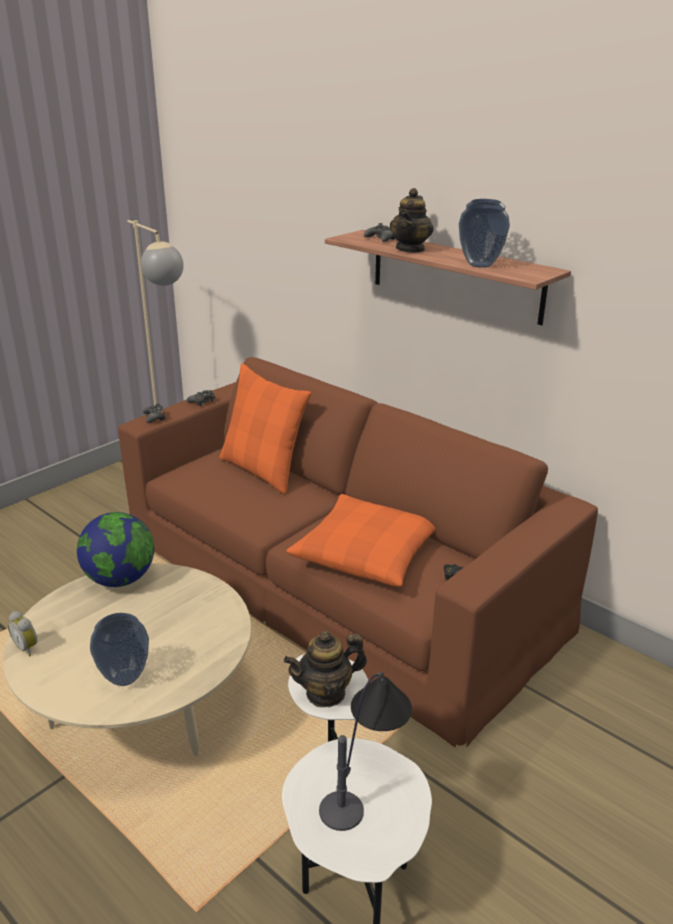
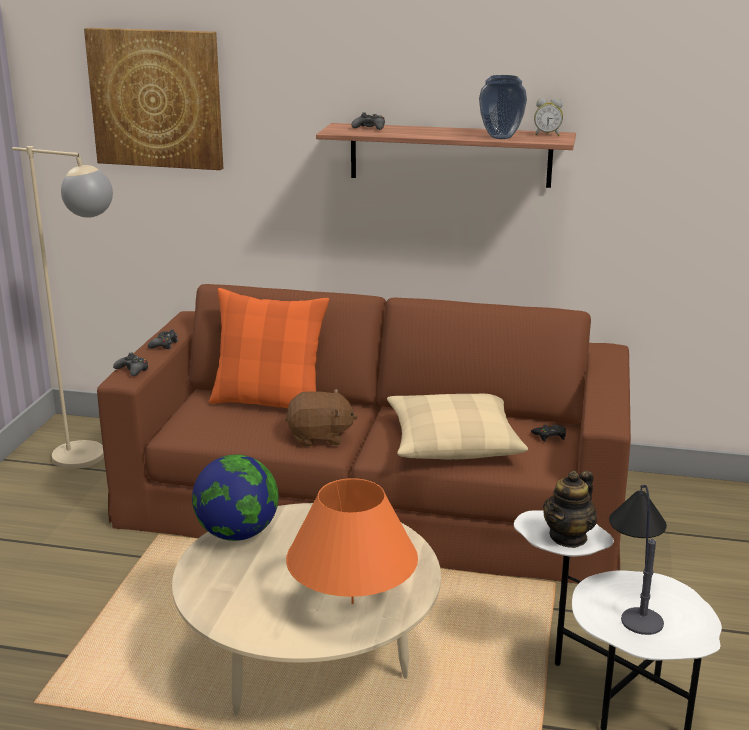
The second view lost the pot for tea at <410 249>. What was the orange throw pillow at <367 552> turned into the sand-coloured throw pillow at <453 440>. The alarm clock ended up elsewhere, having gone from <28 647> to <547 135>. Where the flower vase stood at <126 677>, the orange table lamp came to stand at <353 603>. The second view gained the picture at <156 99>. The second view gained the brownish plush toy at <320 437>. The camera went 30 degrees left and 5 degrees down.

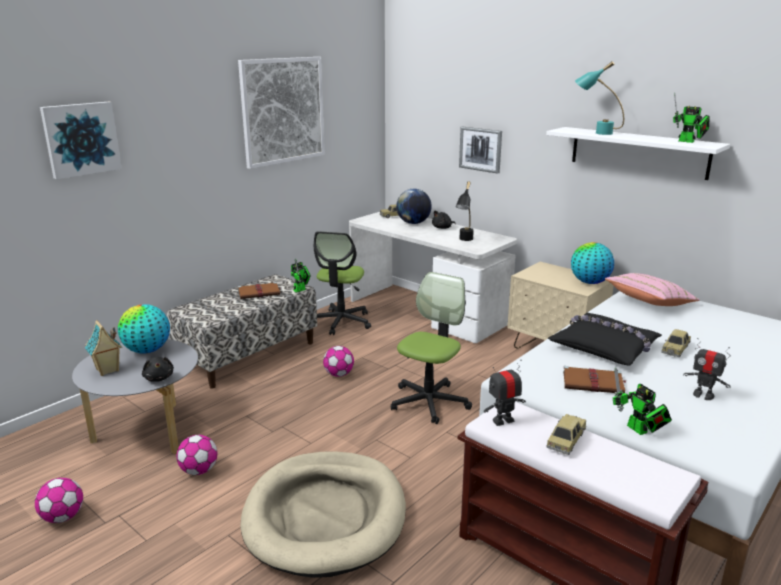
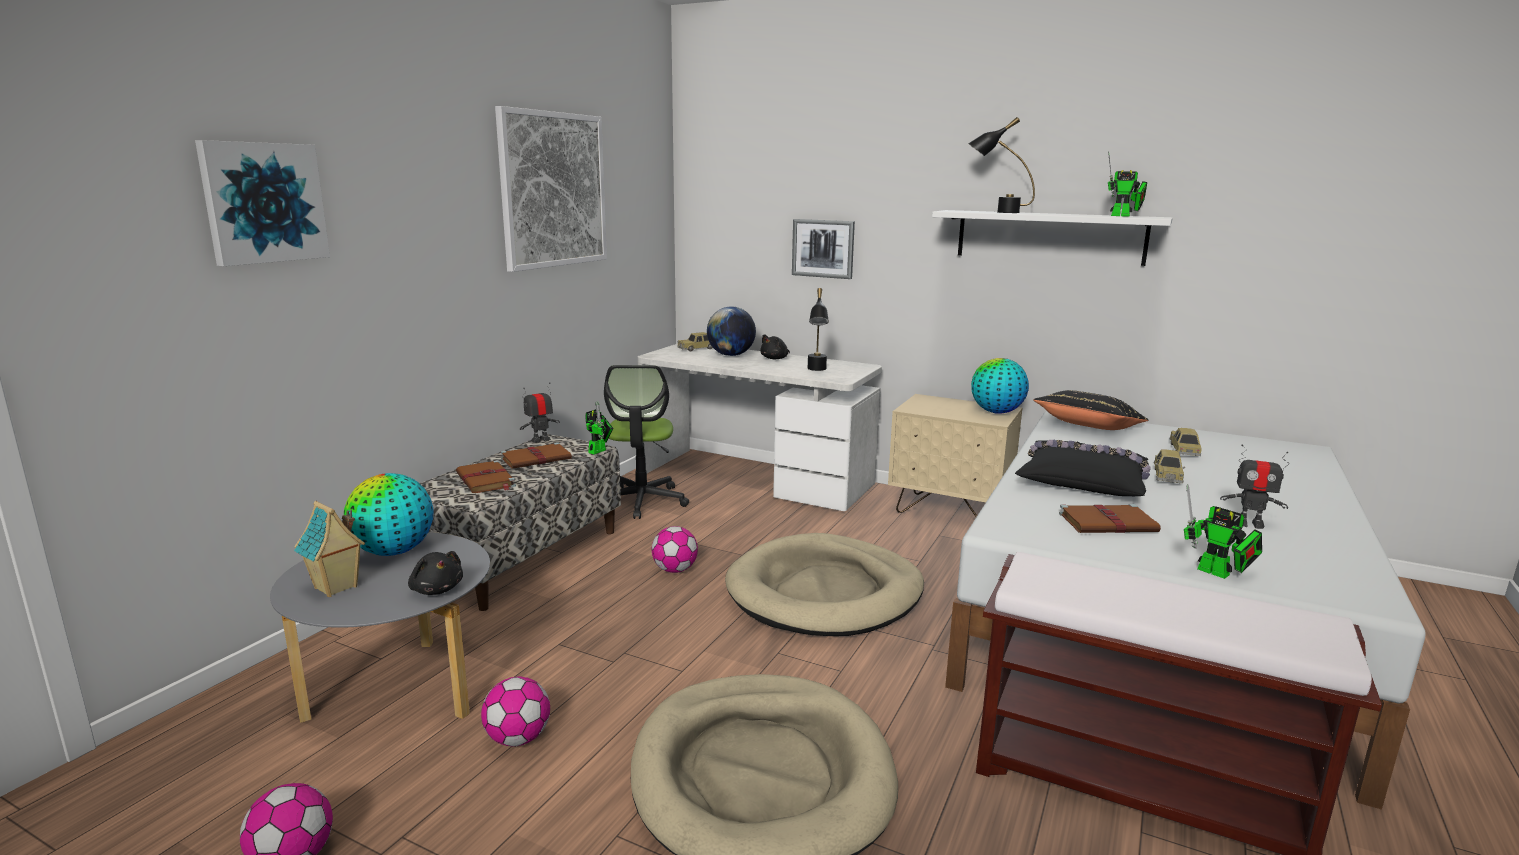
What was the turquoise-coloured table lamp at <595 133> turned into the black table lamp at <997 212>. Where the desk chair stood at <429 402>, the sand-coloured dog cushion came to stand at <825 592>. What was the pink throw pillow at <649 303> turned into the black throw pillow at <1088 428>. The model robot ended up elsewhere, having gone from <503 420> to <540 440>. The model car ended up elsewhere, having gone from <566 440> to <1184 450>. The second view gained the brownish volume at <486 480>. The camera went 15 degrees left and 5 degrees down.

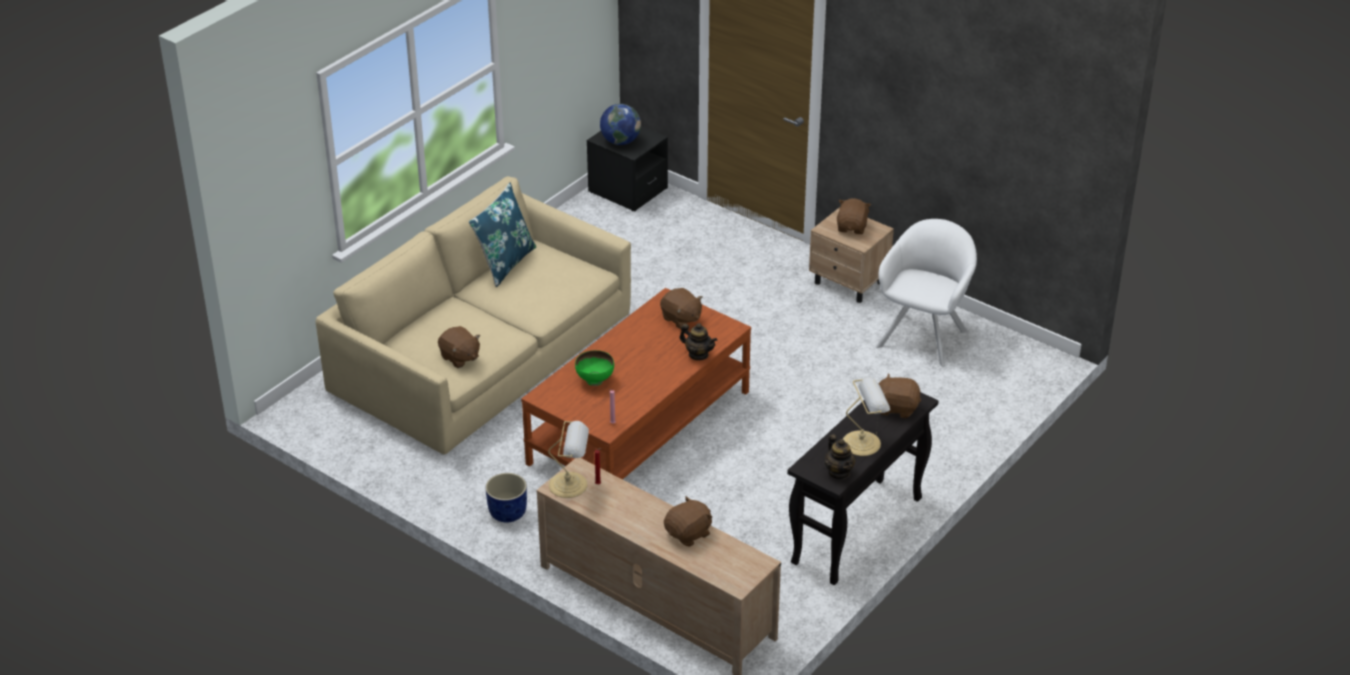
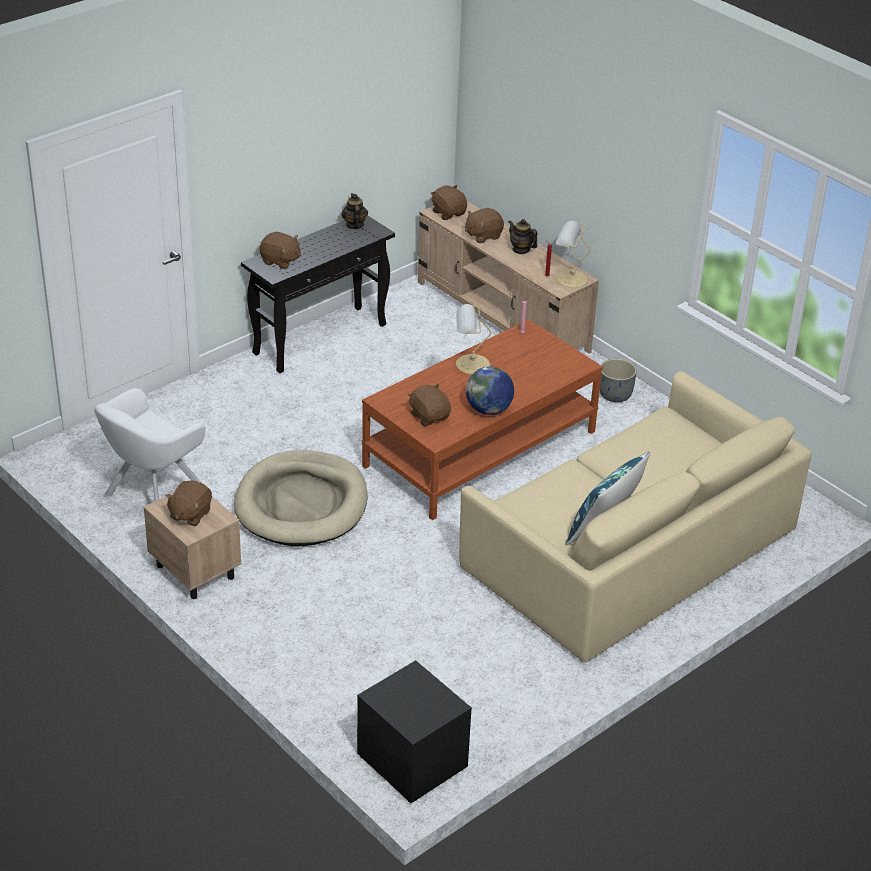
The desk globe ended up elsewhere, having gone from <620 141> to <488 410>. The pot for tea ended up elsewhere, having gone from <698 355> to <521 249>. The brownish plush toy ended up elsewhere, having gone from <459 358> to <448 213>. The second view lost the green deep dish at <595 380>. The table lamp ended up elsewhere, having gone from <863 442> to <470 364>. What was the bluish plant pot at <507 513> turned into the gray plant pot at <615 395>. The second view gained the sand-coloured dog cushion at <301 504>. The camera went 170 degrees left and 0 degrees up.

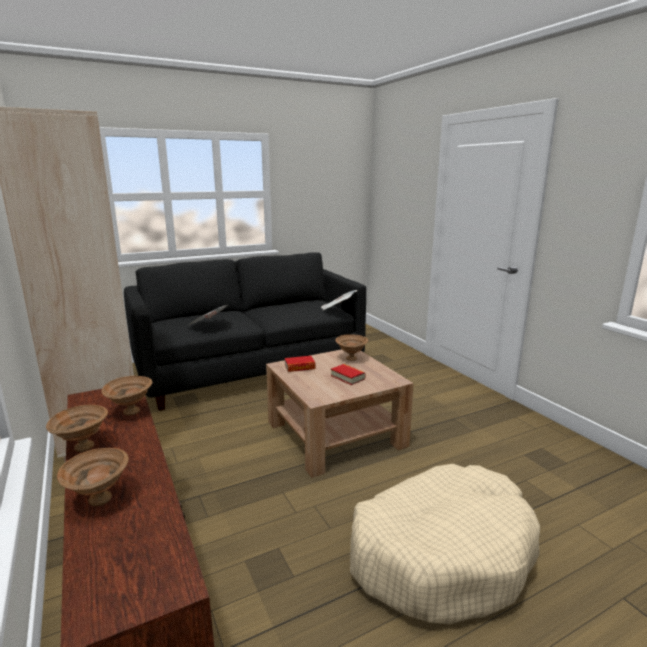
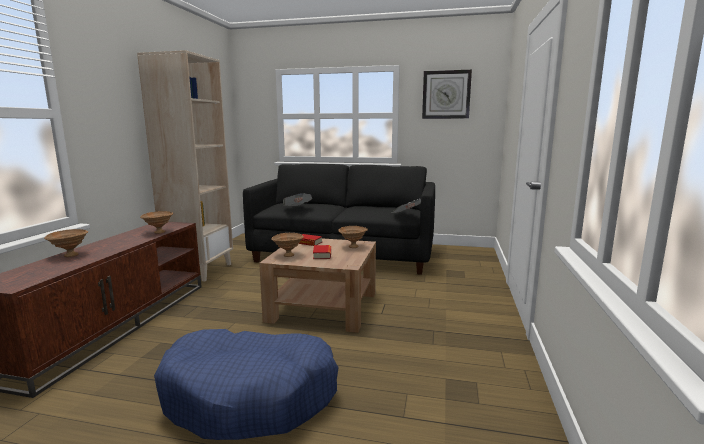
The brownish deep dish ended up elsewhere, having gone from <83 447> to <288 255>. What was the sand-coloured dog cushion at <440 553> turned into the bluish dog cushion at <251 395>. The second view gained the hanging clock at <446 94>. The camera went 40 degrees right and 5 degrees down.

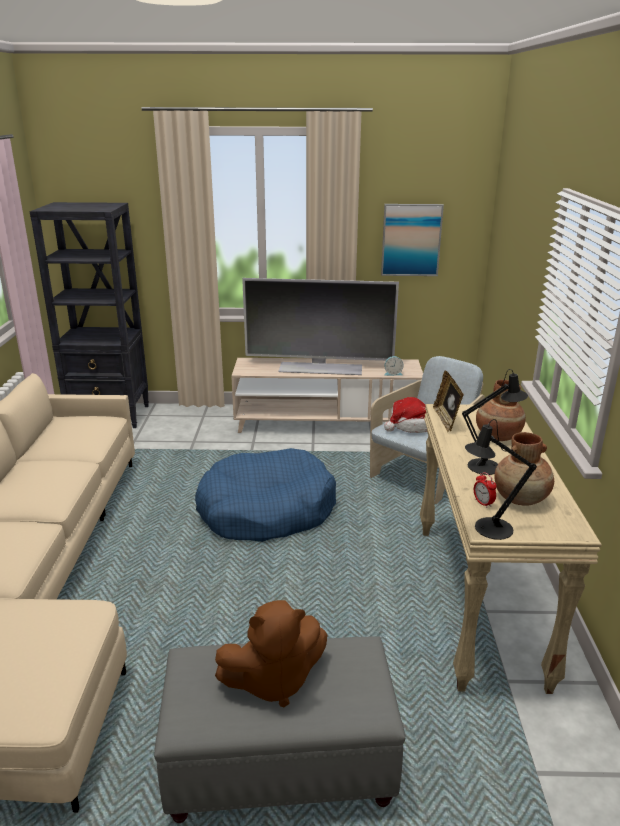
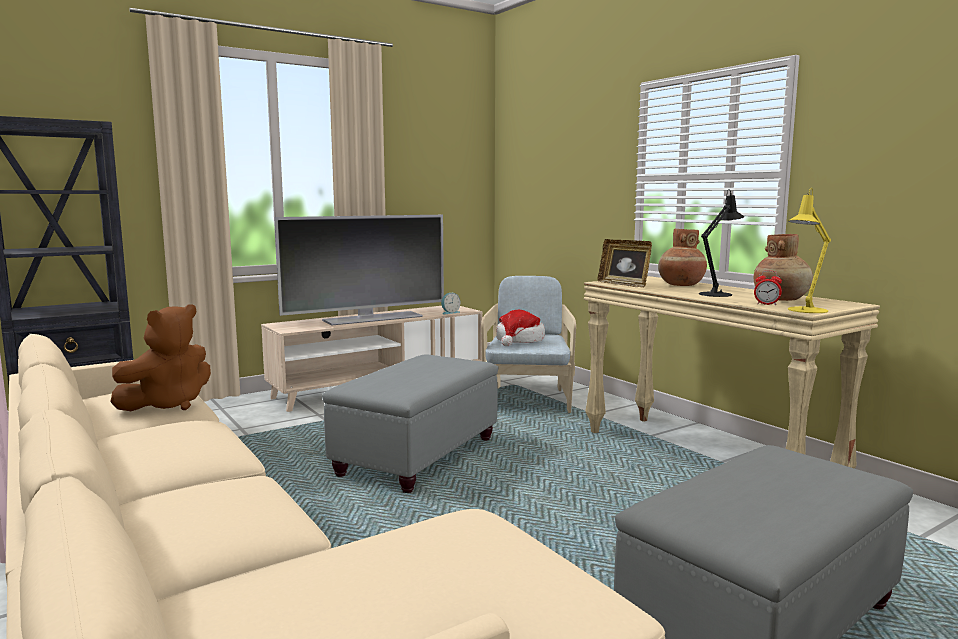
The second view lost the picture at <411 240>. What was the black table lamp at <488 528> turned into the yellow-coloured table lamp at <805 310>. Where the bluish dog cushion stood at <266 510>, the gray ottoman came to stand at <418 456>. The brownish plush toy ended up elsewhere, having gone from <273 681> to <168 404>. The camera went 35 degrees left and 15 degrees down.

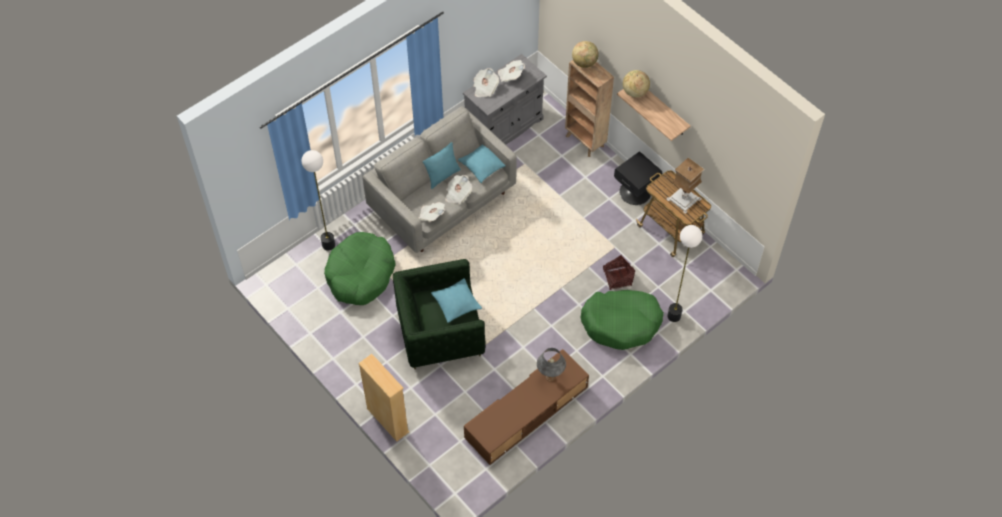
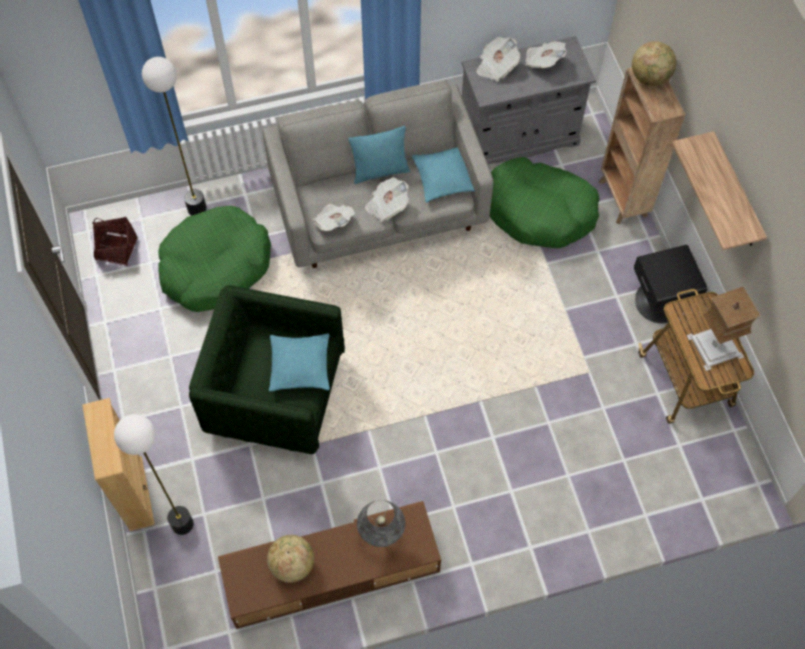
The desk globe ended up elsewhere, having gone from <635 92> to <292 564>. The standing lamp ended up elsewhere, having gone from <673 316> to <182 523>. The household basket ended up elsewhere, having gone from <617 278> to <116 249>. The green dog cushion ended up elsewhere, having gone from <621 323> to <539 211>. The camera went 25 degrees right and 5 degrees up.

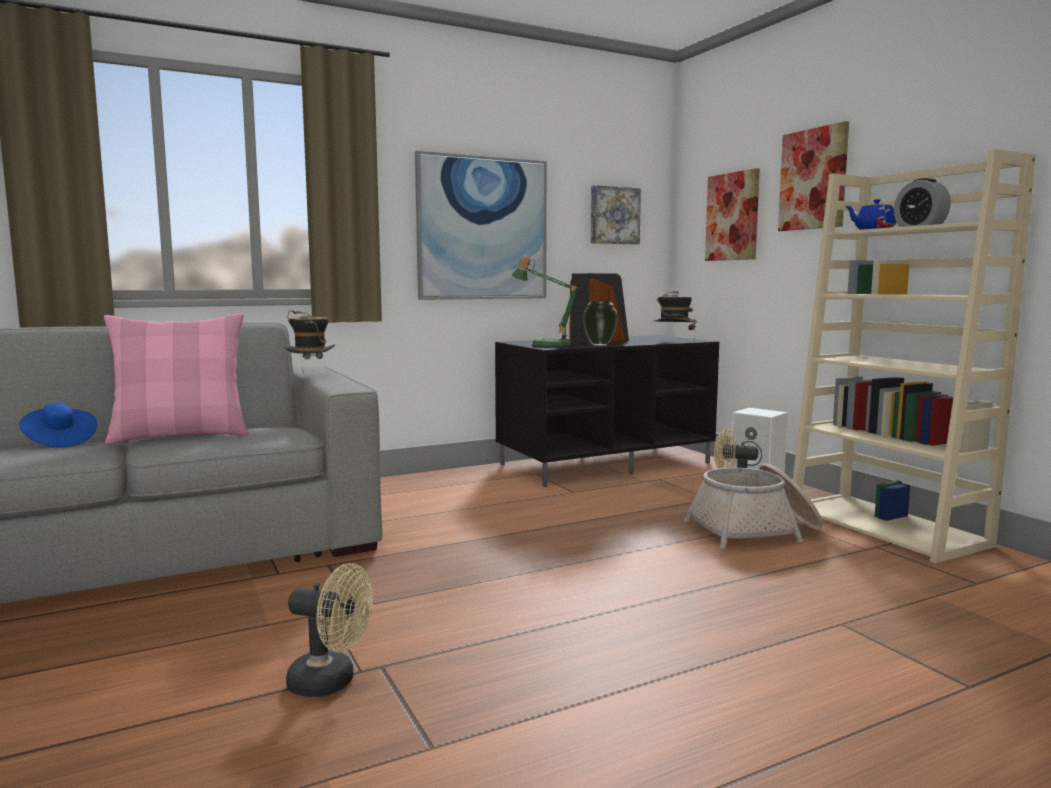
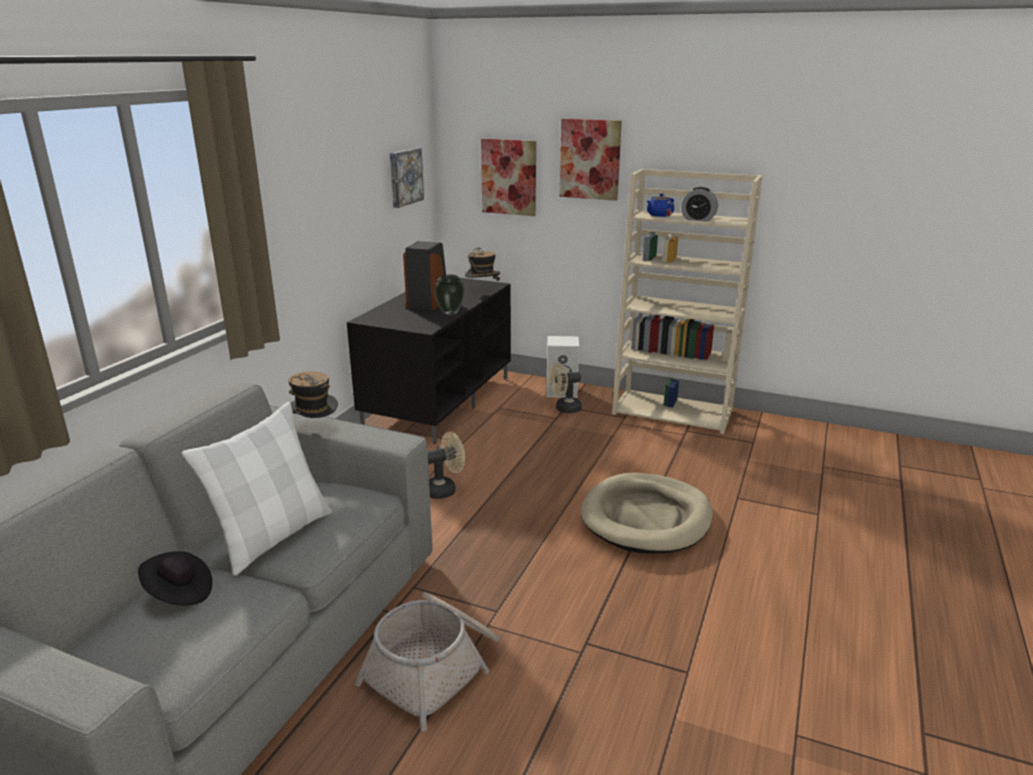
The second view lost the picture at <482 228>. The second view lost the table lamp at <546 345>. What was the pink throw pillow at <181 436> turned into the whitish throw pillow at <272 536>. What was the bluish hat at <59 442> turned into the black hat at <179 593>. The household basket ended up elsewhere, having gone from <755 531> to <435 668>. The sand-coloured electric fan ended up elsewhere, having gone from <331 682> to <445 489>. The second view gained the sand-coloured dog cushion at <646 518>. The camera went 40 degrees left and 15 degrees up.

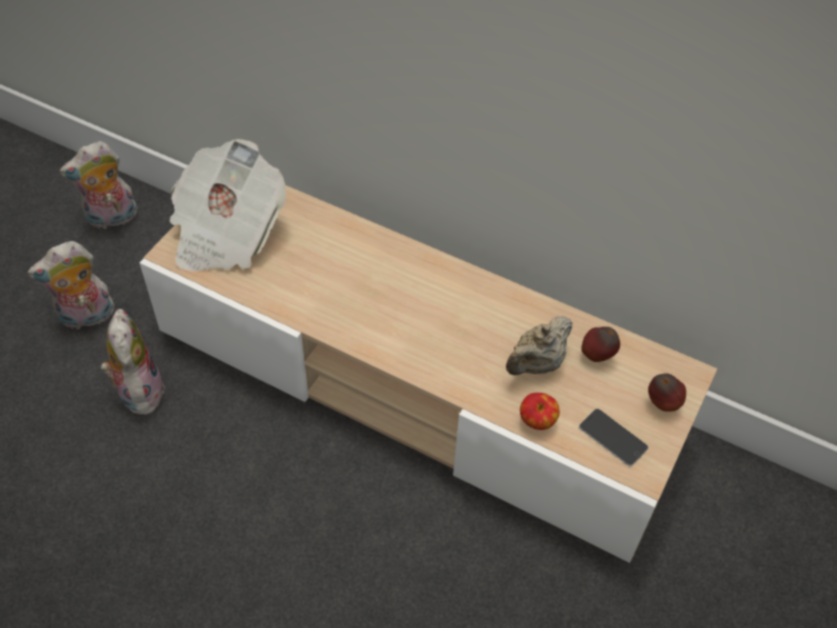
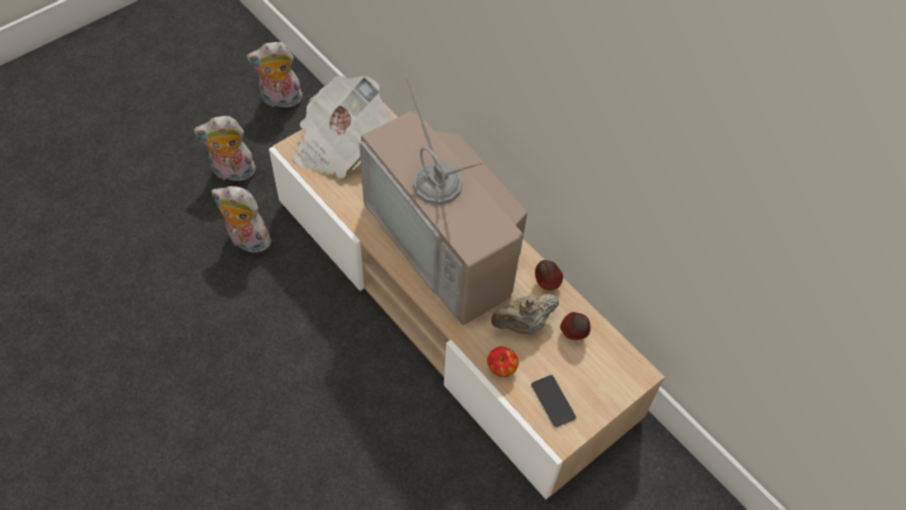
The plush toy at <138 390> ended up facing another way, 75 degrees counterclockwise from before. The whole apple ended up elsewhere, having gone from <662 404> to <546 284>. The second view gained the TV set at <447 243>. The camera went 20 degrees right and 5 degrees up.

